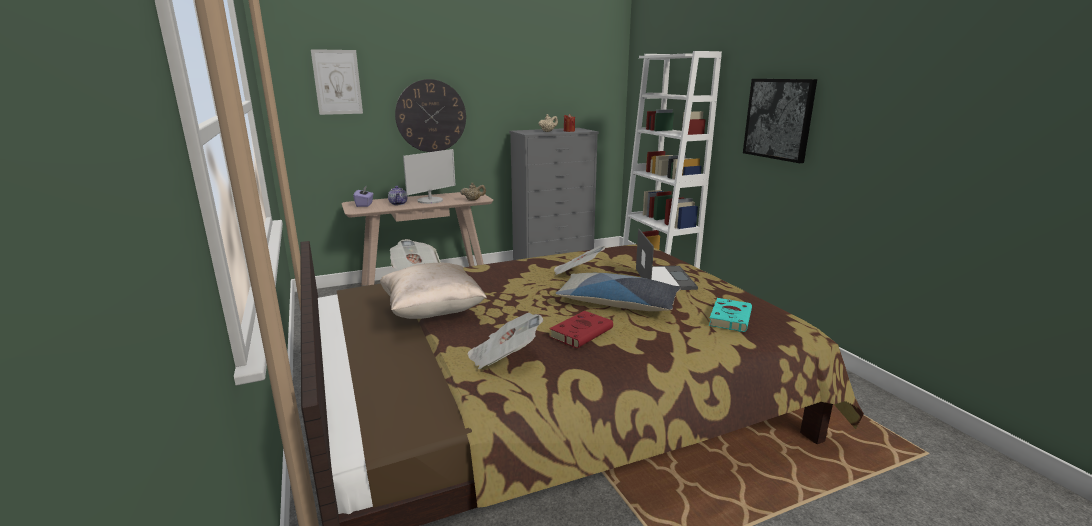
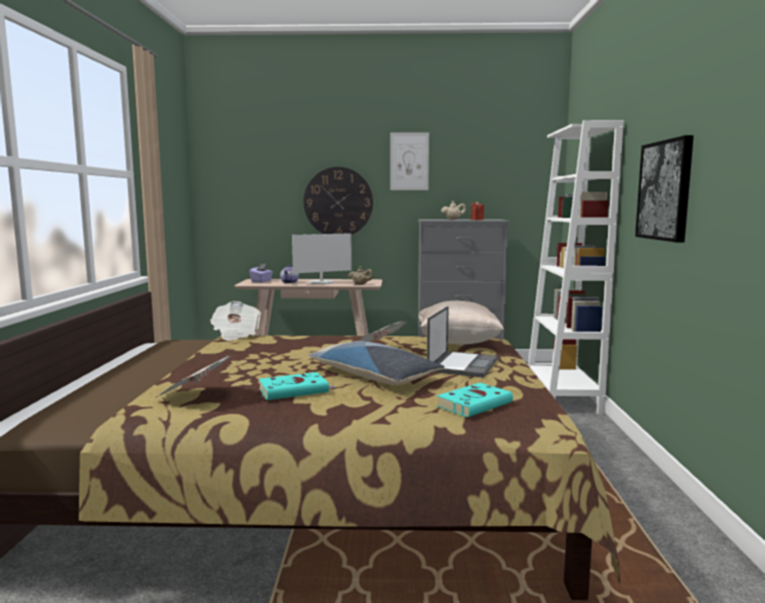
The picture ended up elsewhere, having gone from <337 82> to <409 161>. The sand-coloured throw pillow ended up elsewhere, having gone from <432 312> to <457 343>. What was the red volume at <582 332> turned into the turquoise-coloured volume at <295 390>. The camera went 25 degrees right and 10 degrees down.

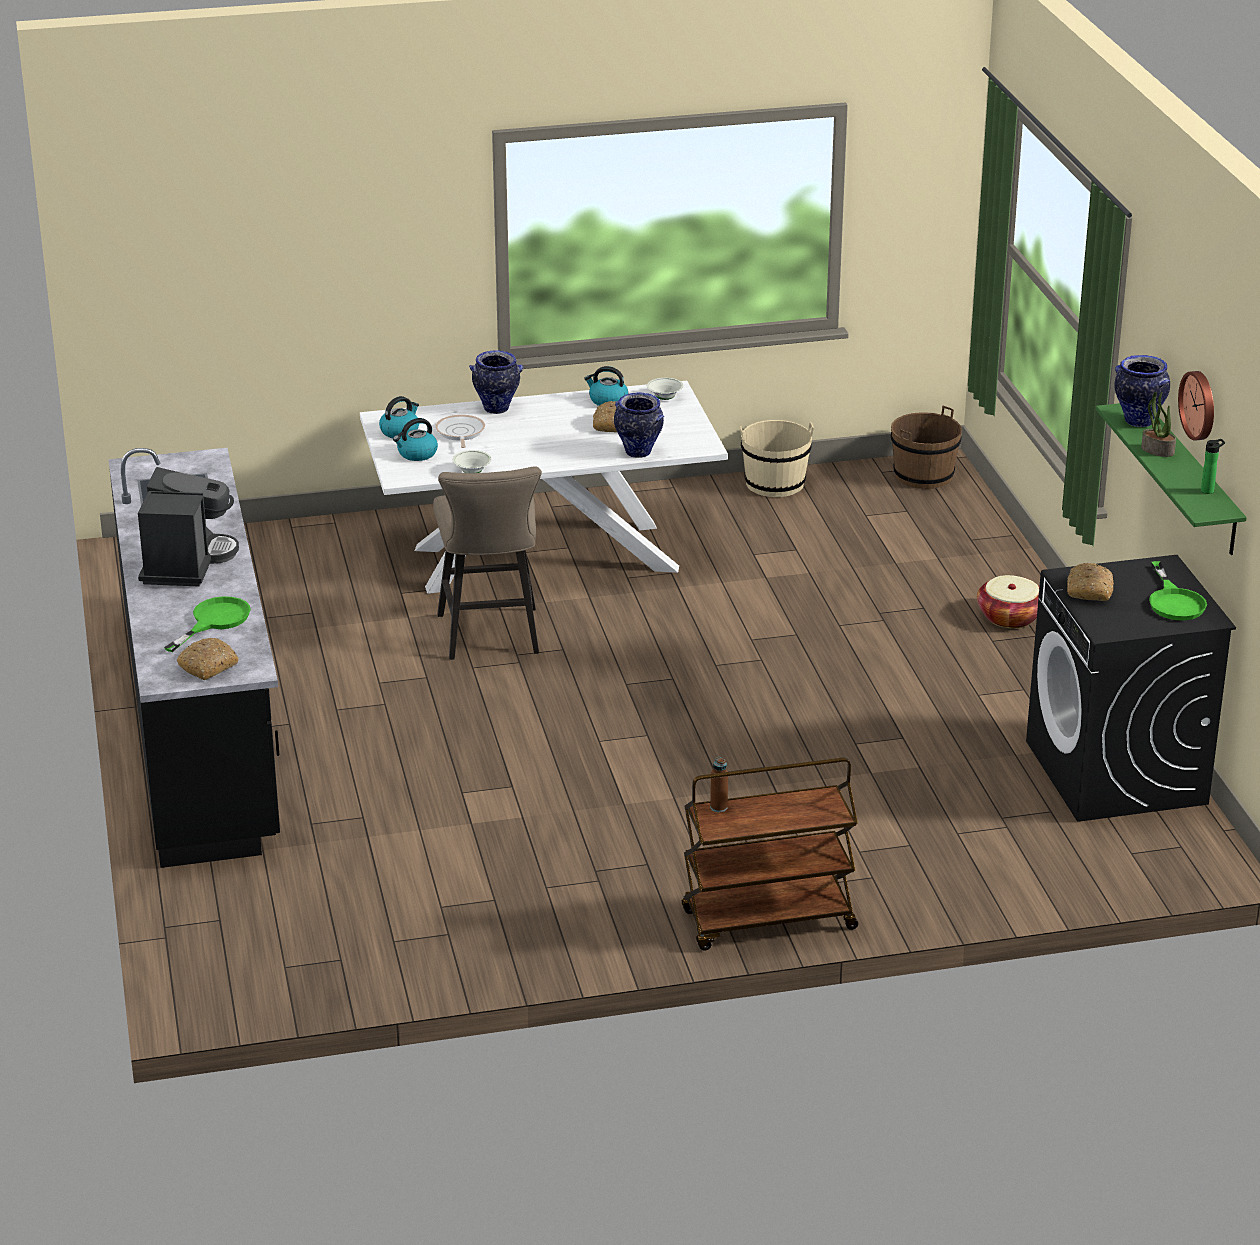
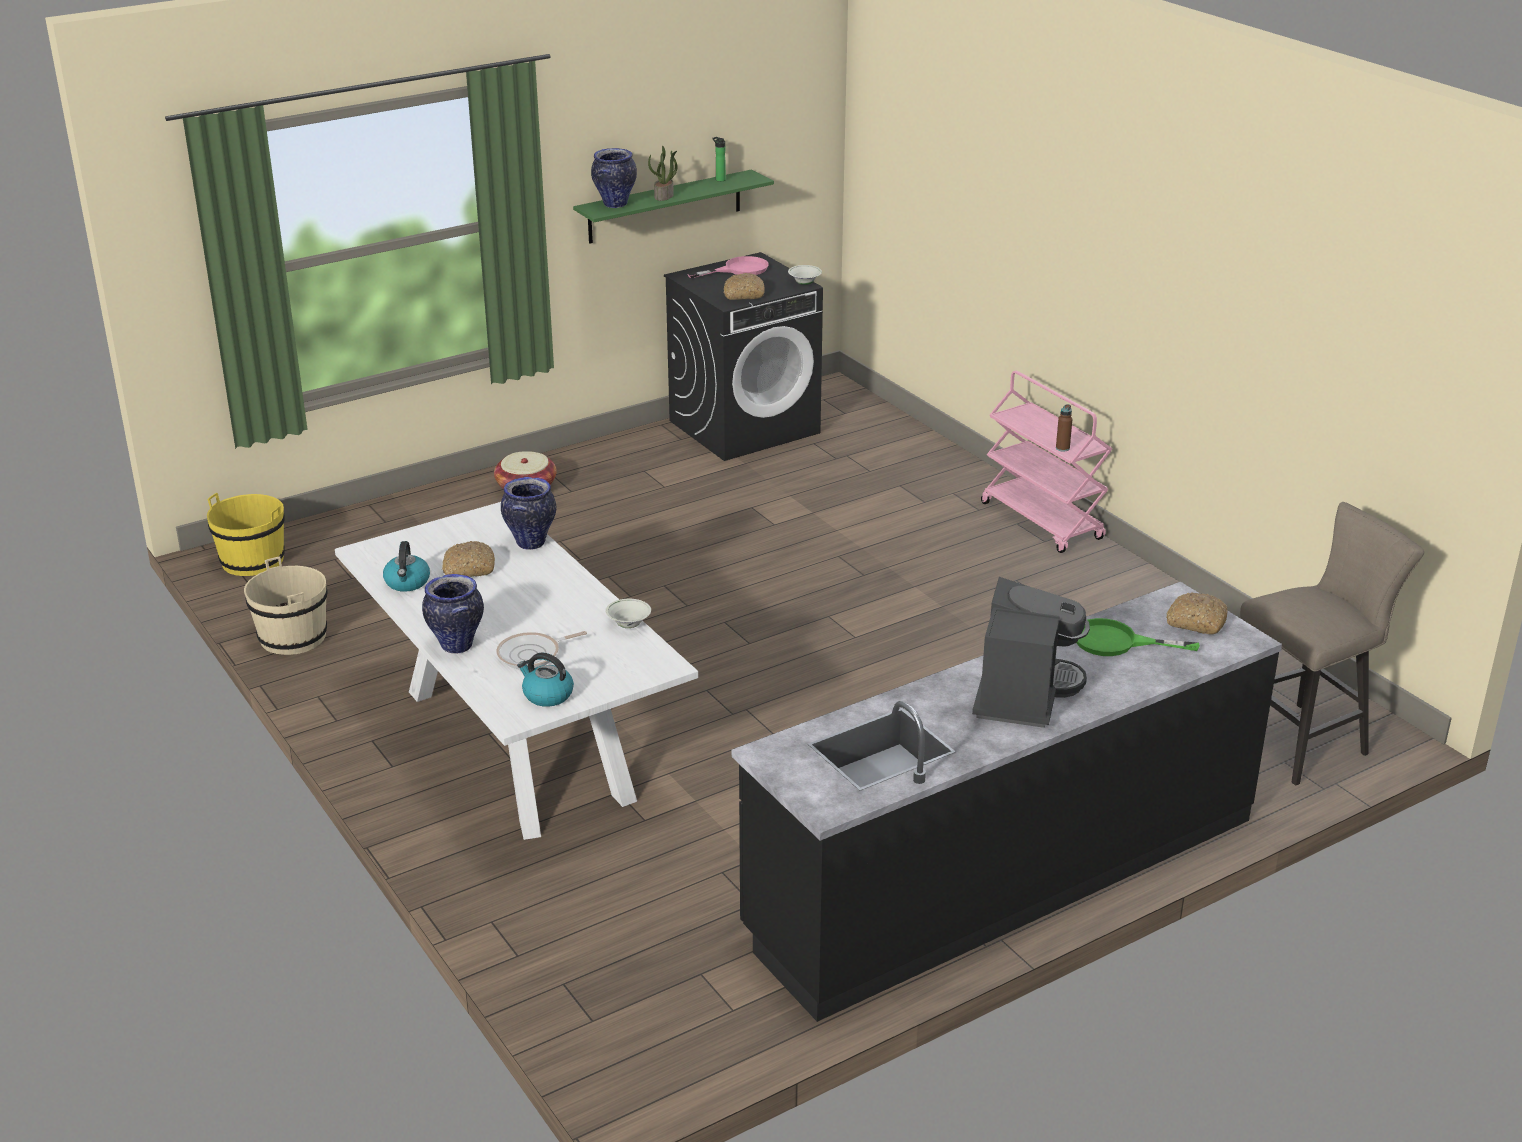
The second view lost the hanging clock at <1200 405>. The whitish deep dish ended up elsewhere, having gone from <665 398> to <804 283>. What was the brownish pail at <923 476> turned into the yellow-coloured pail at <253 561>. The second view lost the tea kettle at <417 454>. The sand-coloured stool seat ended up elsewhere, having gone from <491 638> to <1303 740>. The coffee maker at <185 563> ended up facing another way, 120 degrees clockwise from before. What was the green frying pan at <1174 601> turned into the pink frying pan at <738 270>. What was the brownish cart at <767 921> turned into the pink cart at <1042 521>. The camera went 110 degrees left and 0 degrees up.

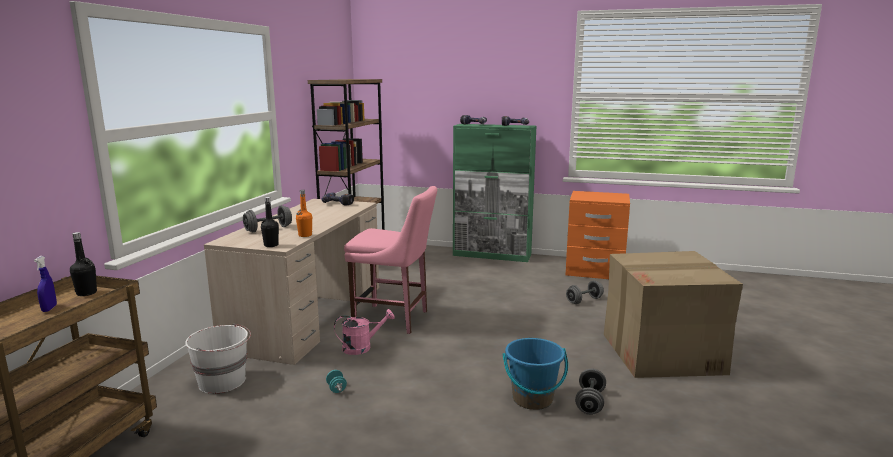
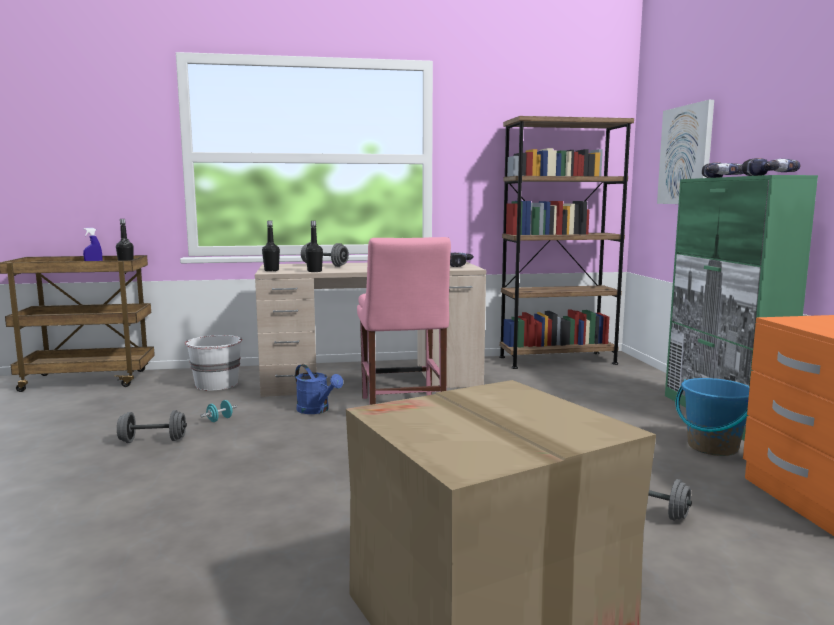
What was the orange beverage bottle at <305 235> turned into the black beverage bottle at <314 271>. What was the pink watering can at <362 347> turned into the bluish watering can at <317 410>. The bluish pail ended up elsewhere, having gone from <532 399> to <712 447>. The gray dumbbell ended up elsewhere, having gone from <590 402> to <153 441>. The second view gained the picture at <686 155>. The camera went 65 degrees right and 5 degrees down.

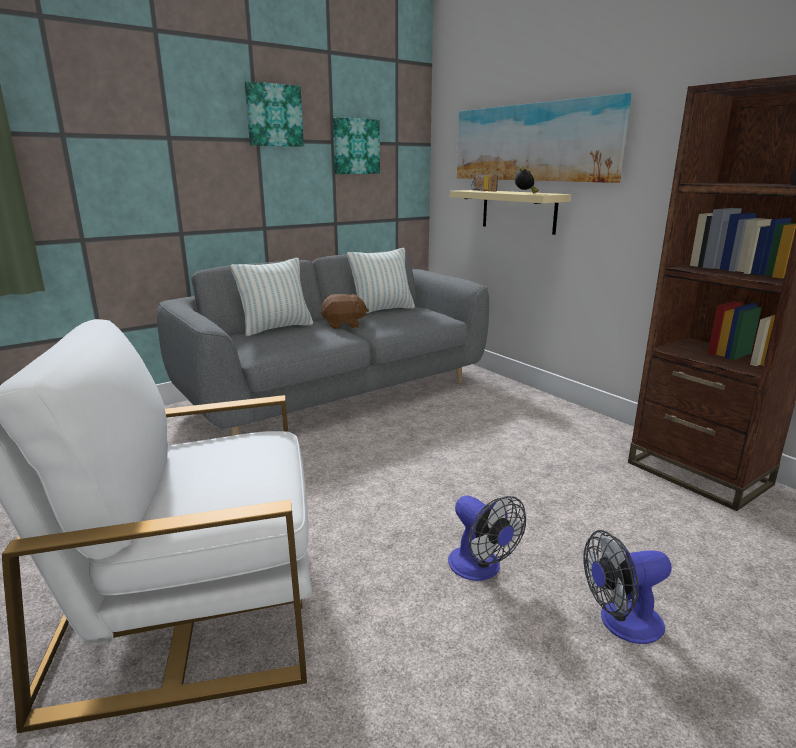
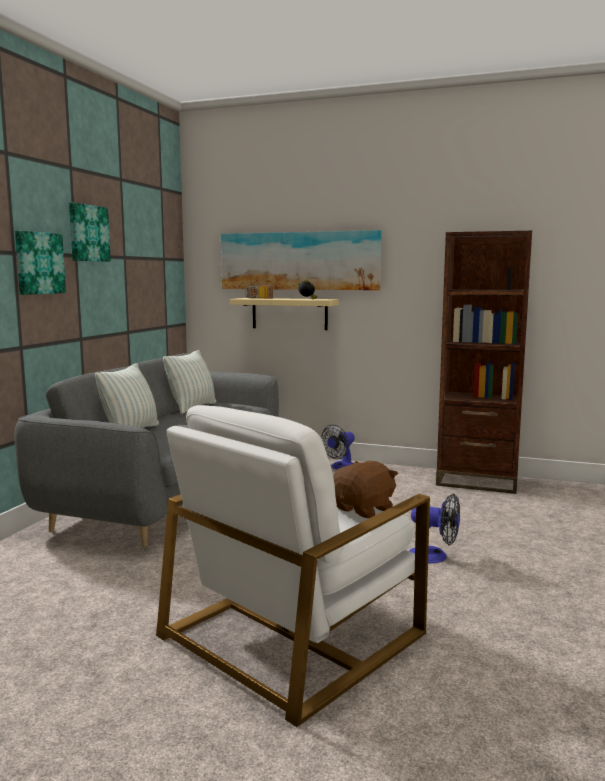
The picture ended up elsewhere, having gone from <355 146> to <38 263>. The brownish plush toy ended up elsewhere, having gone from <344 325> to <364 509>. The electric fan ended up elsewhere, having gone from <621 623> to <340 467>. The camera went 35 degrees left and 10 degrees down.

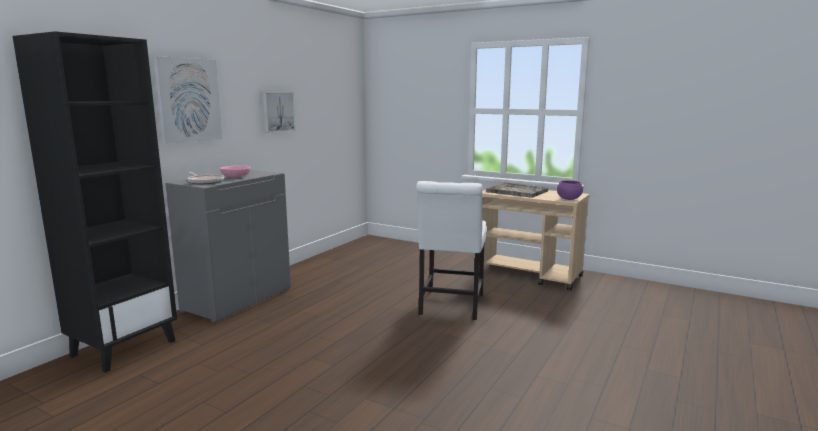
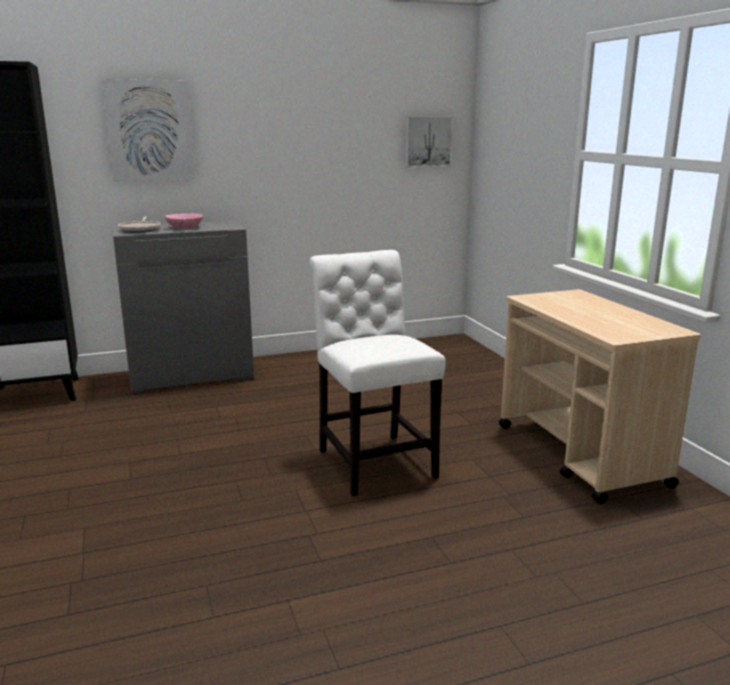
The picture ended up elsewhere, having gone from <277 112> to <427 141>. The second view lost the purple deep dish at <568 199>. The whitish chair at <450 307> ended up facing another way, 105 degrees clockwise from before. The second view lost the gray serving tray at <516 191>. The camera went 40 degrees right and 5 degrees up.

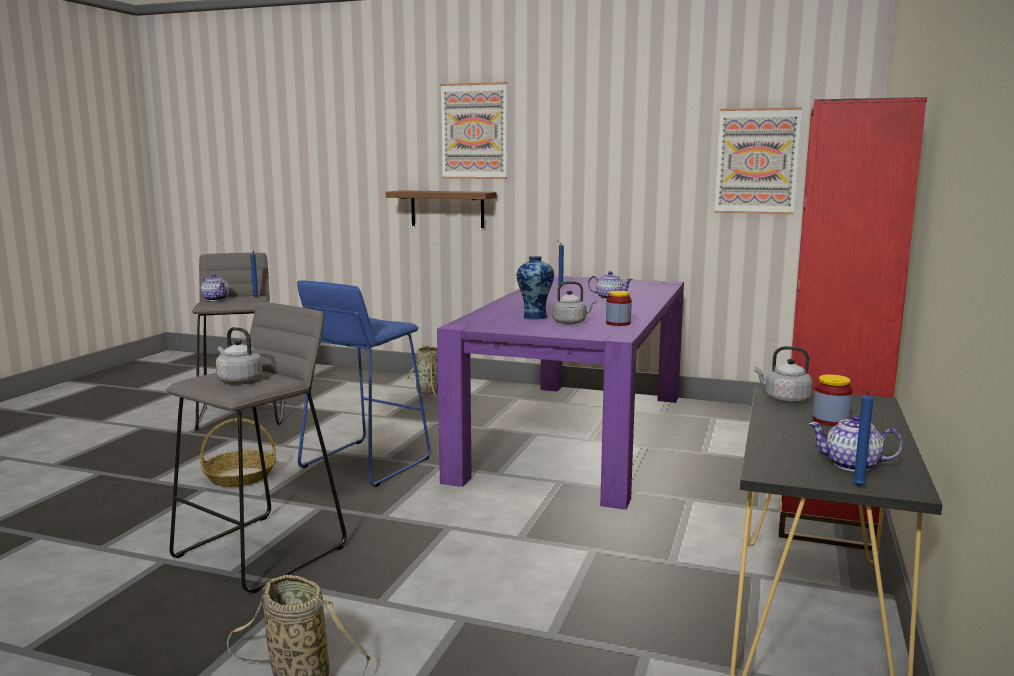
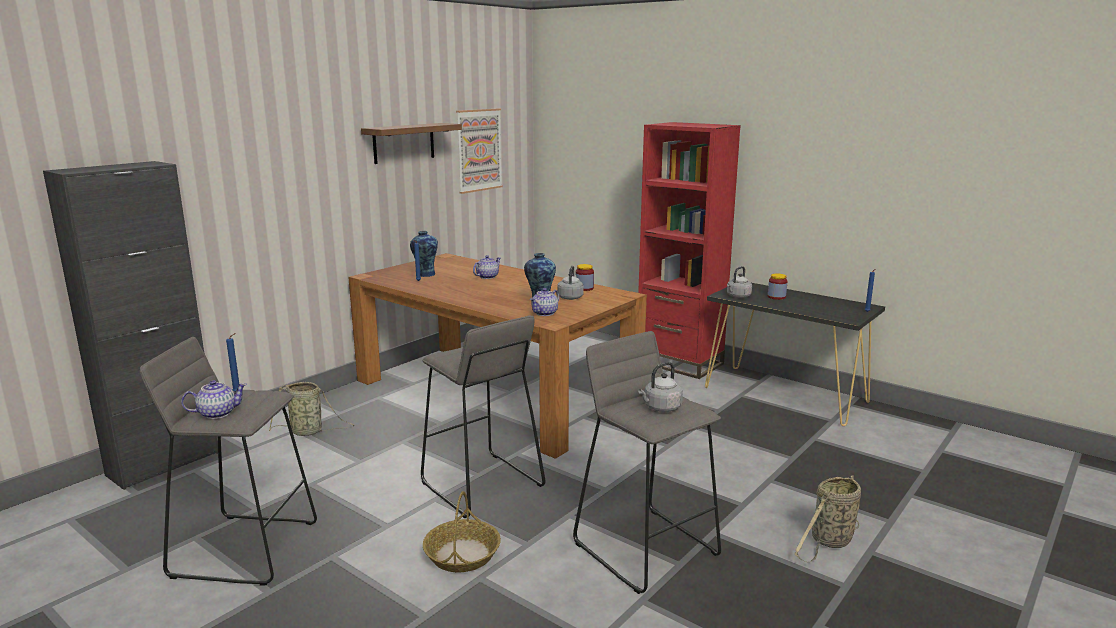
The second view lost the picture at <474 131>. The wall shelf ended up elsewhere, having gone from <447 209> to <404 143>. What was the purple kitchen table at <577 434> turned into the brownish kitchen table at <494 393>. What was the bluish stool seat at <365 463> turned into the gray stool seat at <481 485>. The pot for tea ended up elsewhere, having gone from <852 465> to <545 313>. The second view gained the black storage cabinet at <163 464>. The second view gained the flower vase at <425 274>. The camera went 70 degrees left and 5 degrees up.

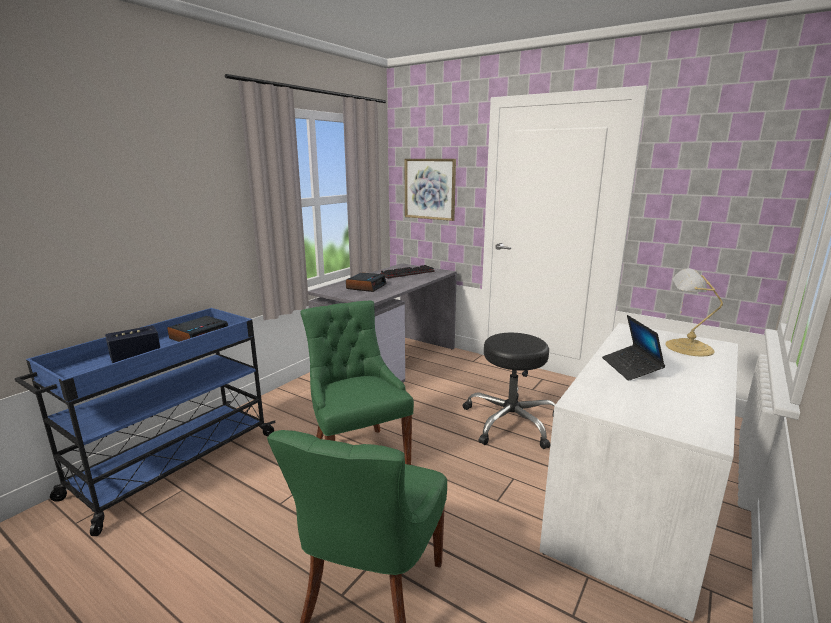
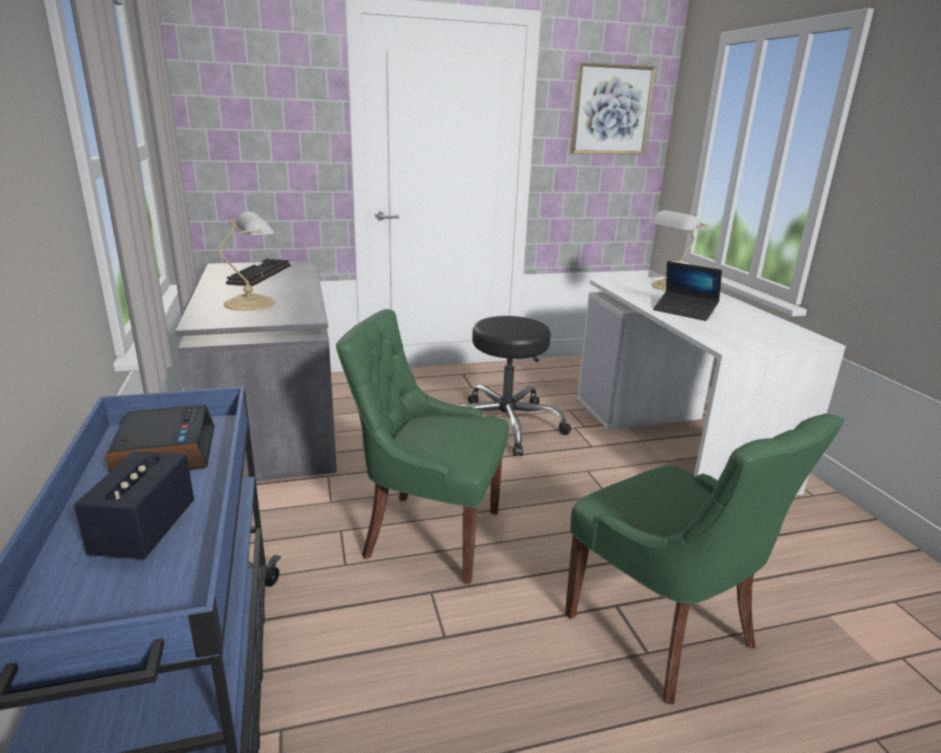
The picture ended up elsewhere, having gone from <430 189> to <611 110>. Where the alarm clock stood at <366 286>, the table lamp came to stand at <252 303>. The camera went 50 degrees left and 5 degrees up.

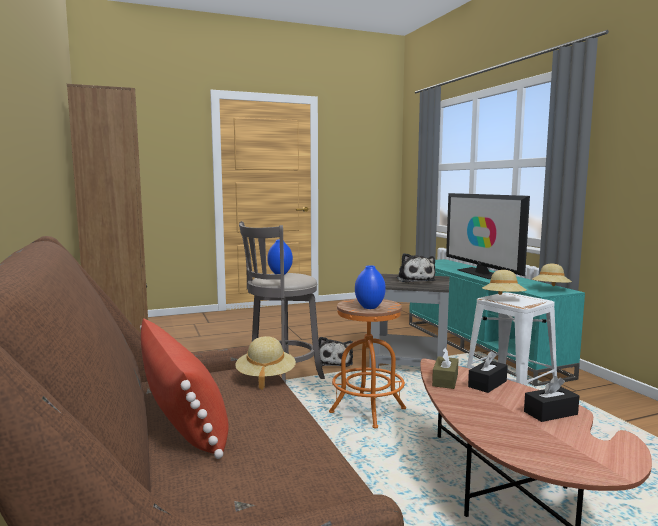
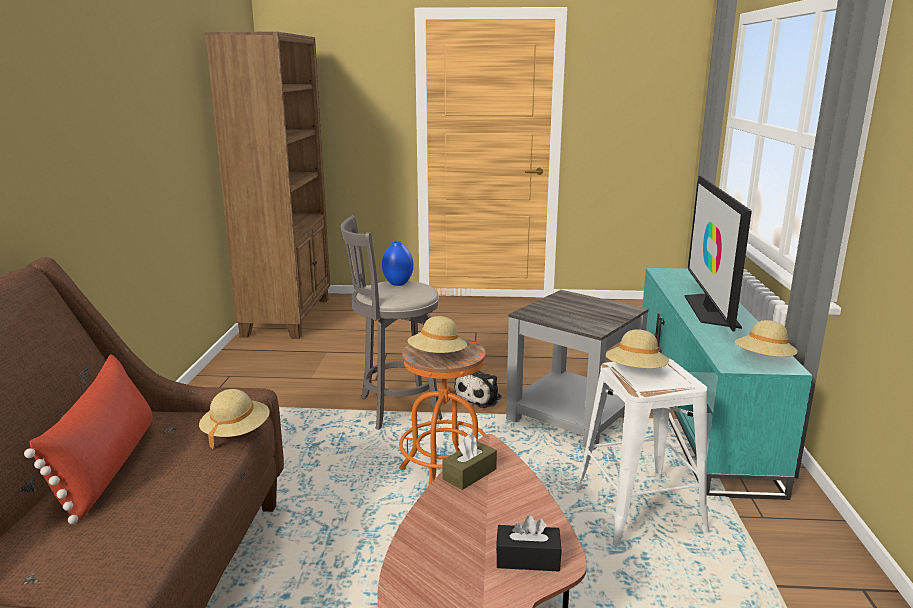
The second view lost the plush toy at <415 280>. Where the bluish flower vase stood at <370 307>, the sand-coloured hat came to stand at <437 356>. The second view lost the black tissue box at <487 384>. The camera went 25 degrees right and 10 degrees up.

